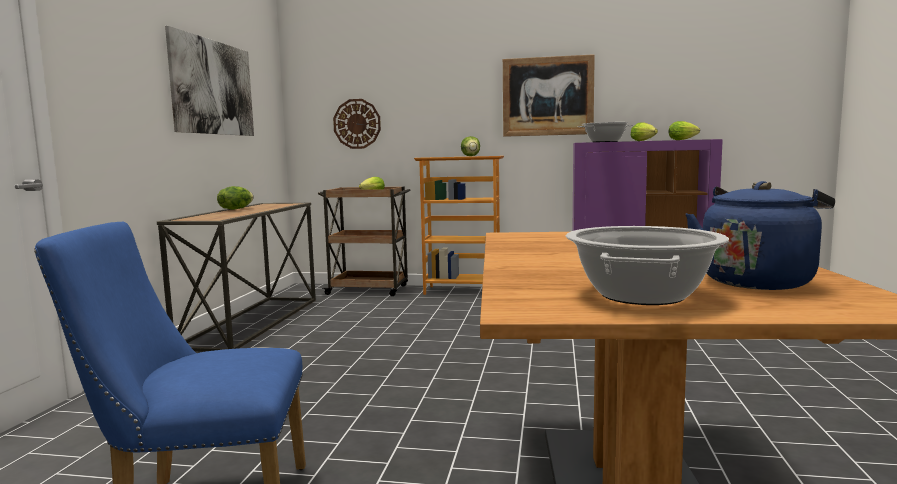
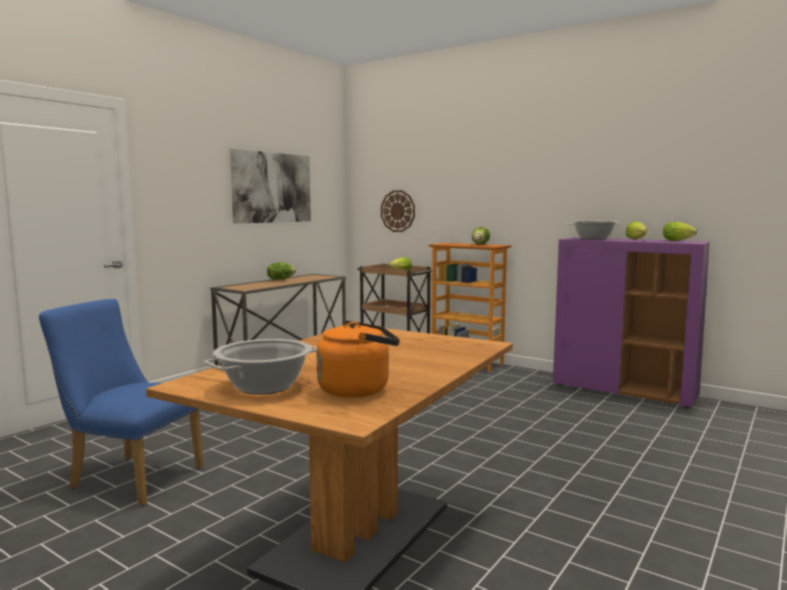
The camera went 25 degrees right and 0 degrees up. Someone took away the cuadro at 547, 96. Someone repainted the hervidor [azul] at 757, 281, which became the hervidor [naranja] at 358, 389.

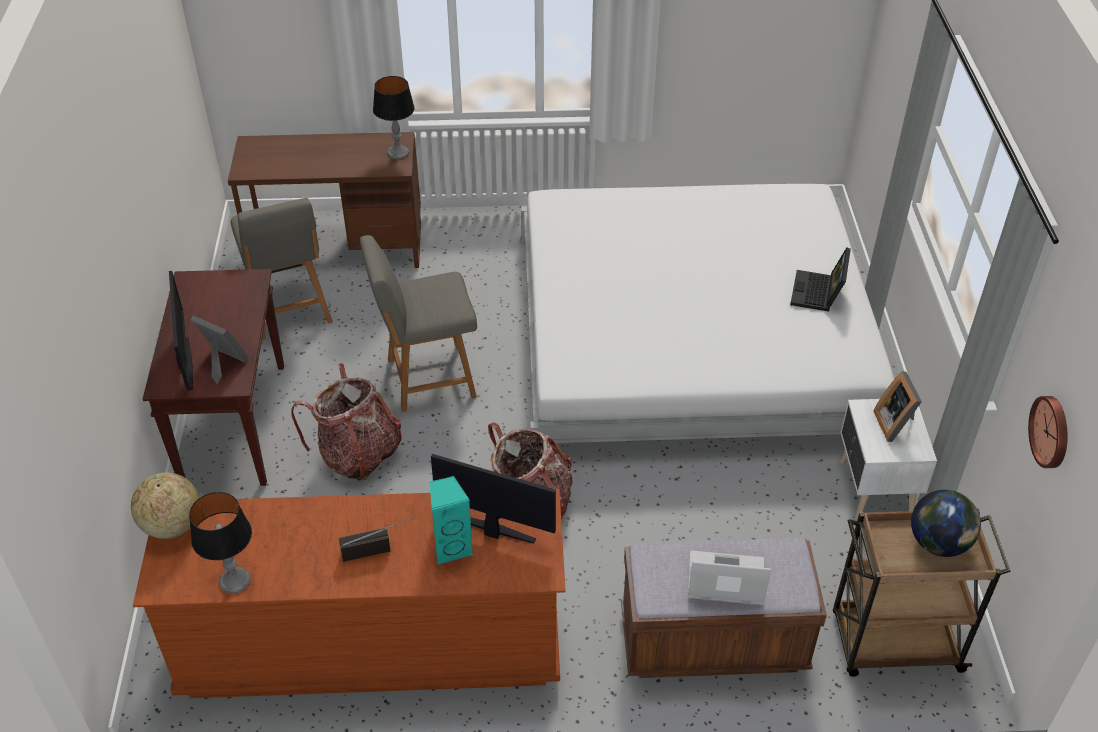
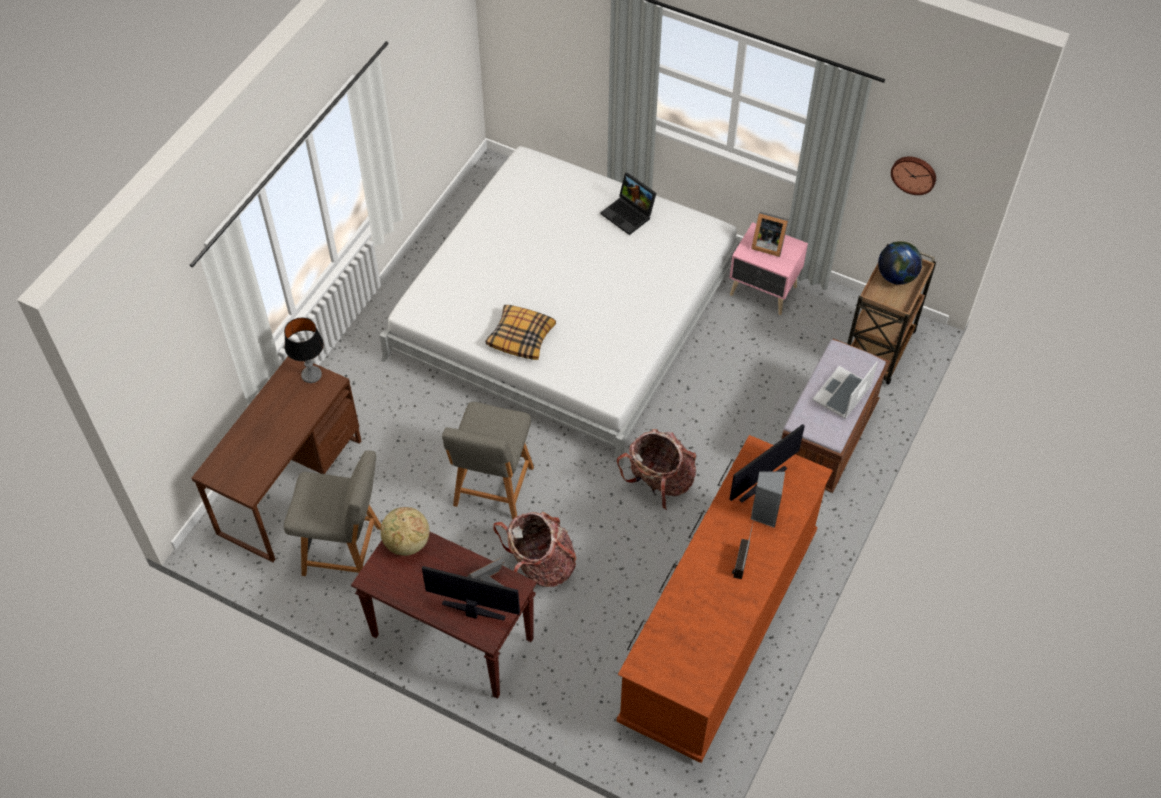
The camera went 60 degrees left and 10 degrees up. Someone carried the globo terráqueo from 172, 525 to 407, 543. Someone took away the lámpara de mesa at 234, 581. Someone repainted the altavoz [turquesa] at 451, 547, which became the altavoz [gris] at 764, 514. Someone repainted the mesita de noche [blanco] at 874, 490, which became the mesita de noche [rosa] at 763, 292. Someone put down the cojín at 521, 337.

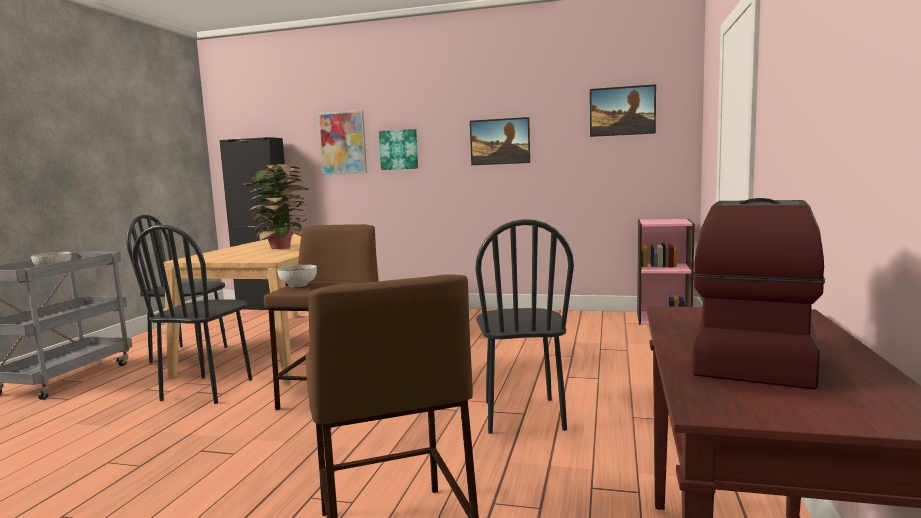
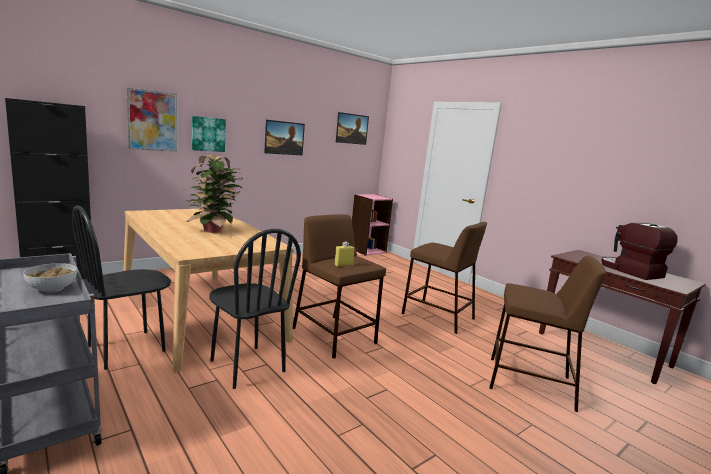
The camera went 55 degrees left and 5 degrees up. Someone swapped the cuenco at 298, 285 for the botella [amarillo] at 343, 265. Someone swapped the silla [negro] at 522, 415 for the taburete [marrón] at 437, 316.

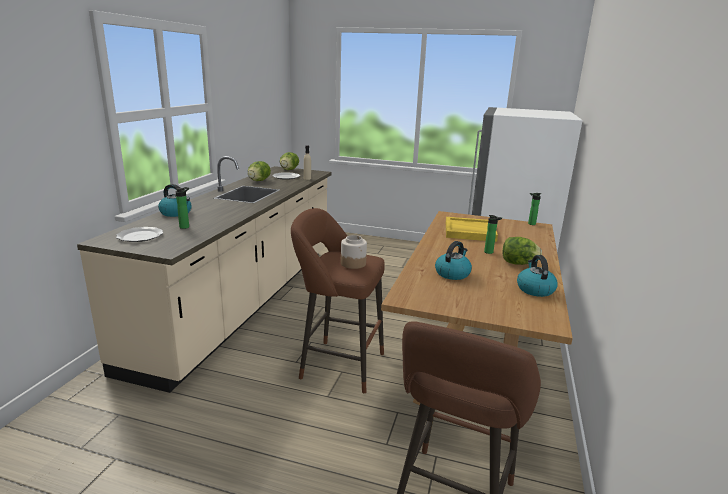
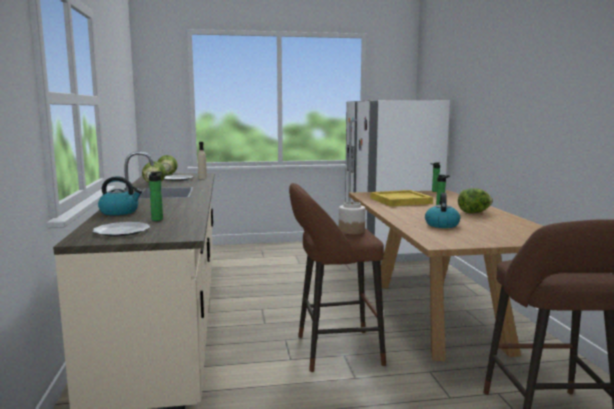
The camera went 25 degrees left and 10 degrees down. Someone took away the hervidor at 535, 289.

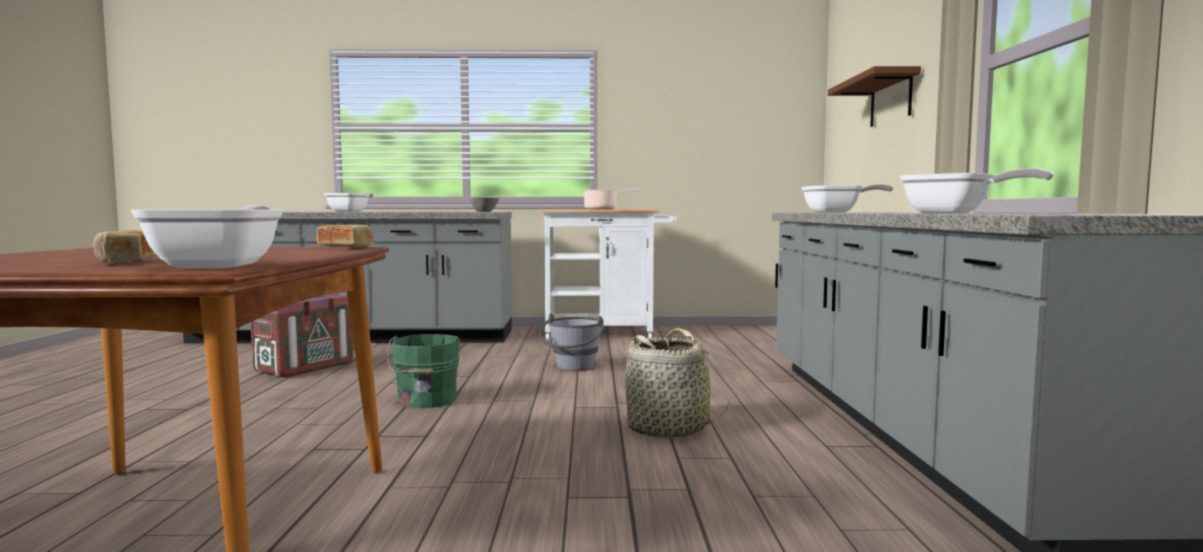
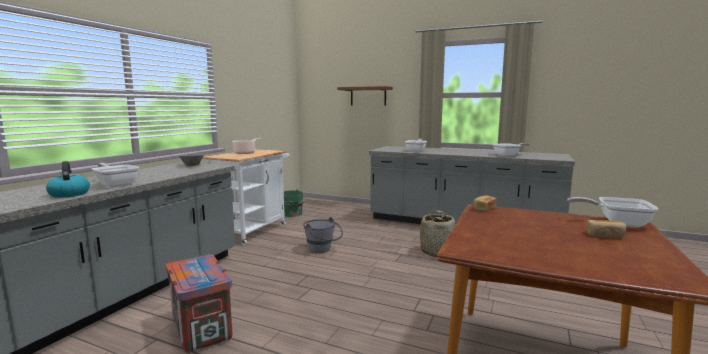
The camera went 65 degrees left and 5 degrees up. Someone carried the cubo [verde] from 426, 400 to 292, 214. Someone put down the hervidor at 69, 194.

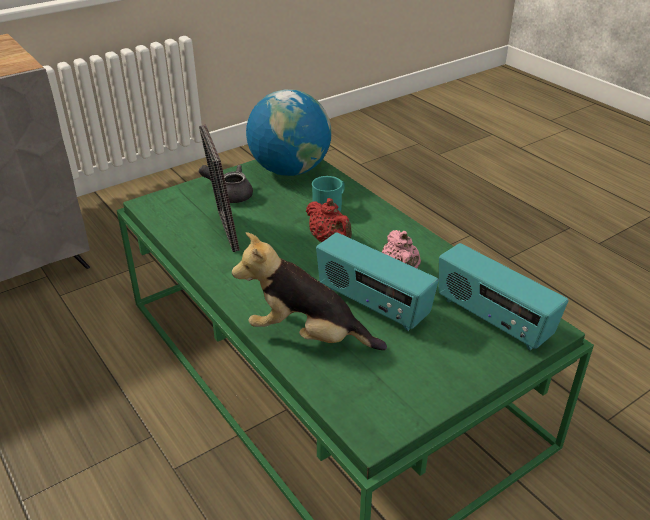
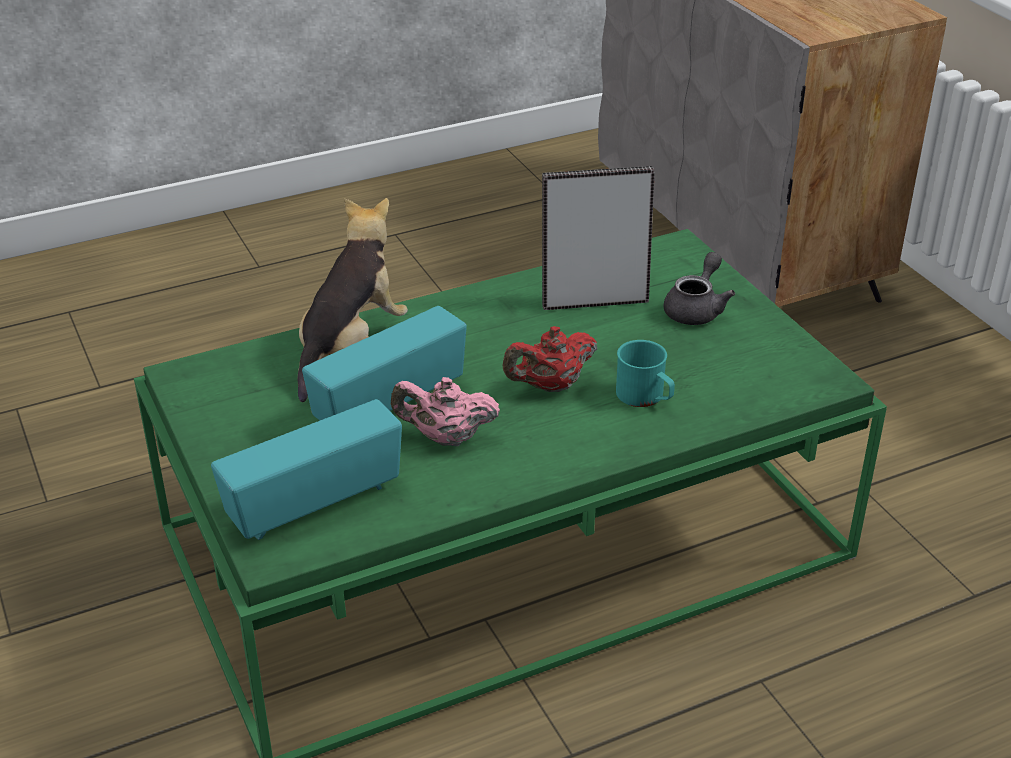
The camera went 100 degrees right and 0 degrees up. Someone took away the globo terráqueo at 290, 170.

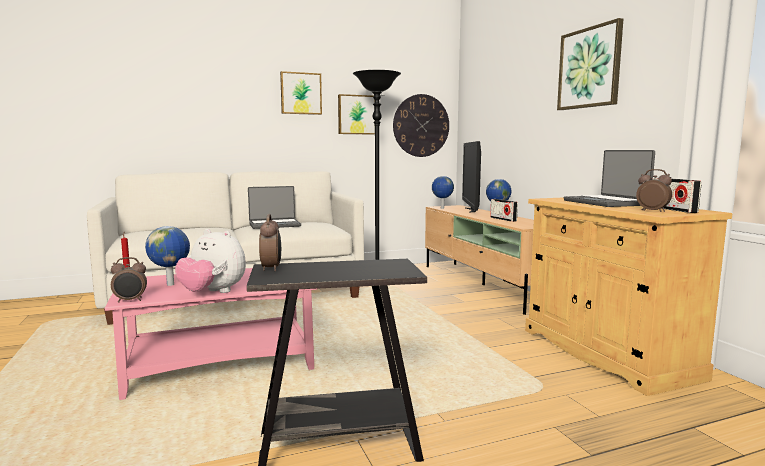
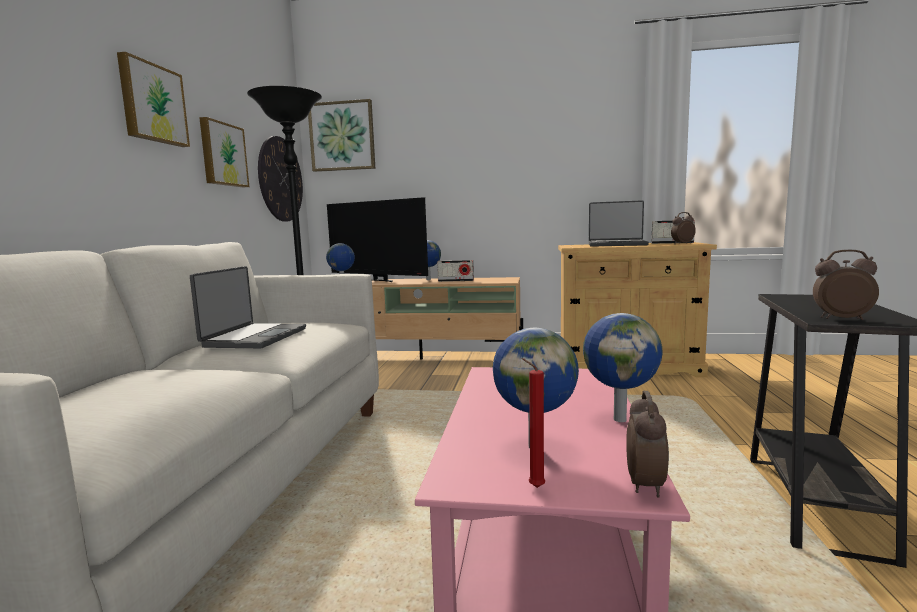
The camera went 60 degrees left and 0 degrees up. Someone swapped the peluche at 213, 293 for the globo terráqueo at 620, 419. Someone carried the cuadro from 589, 68 to 342, 136.

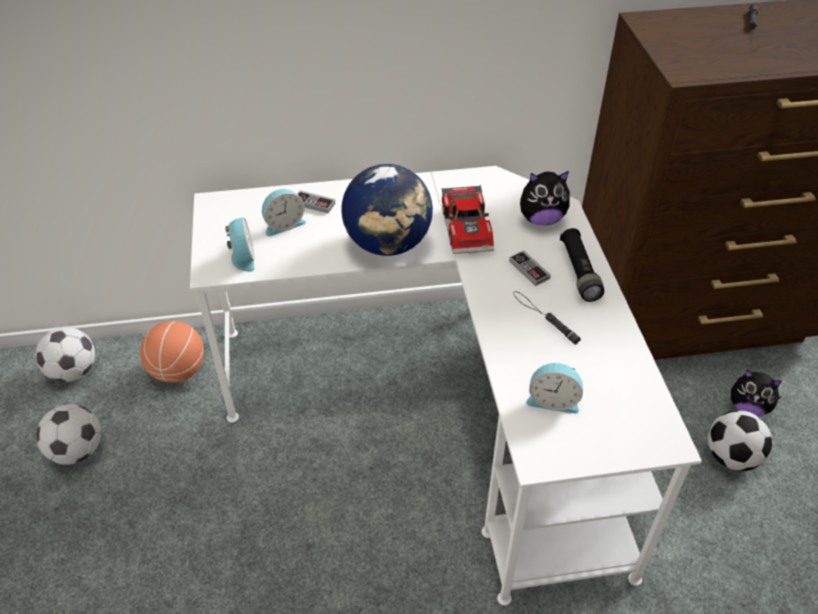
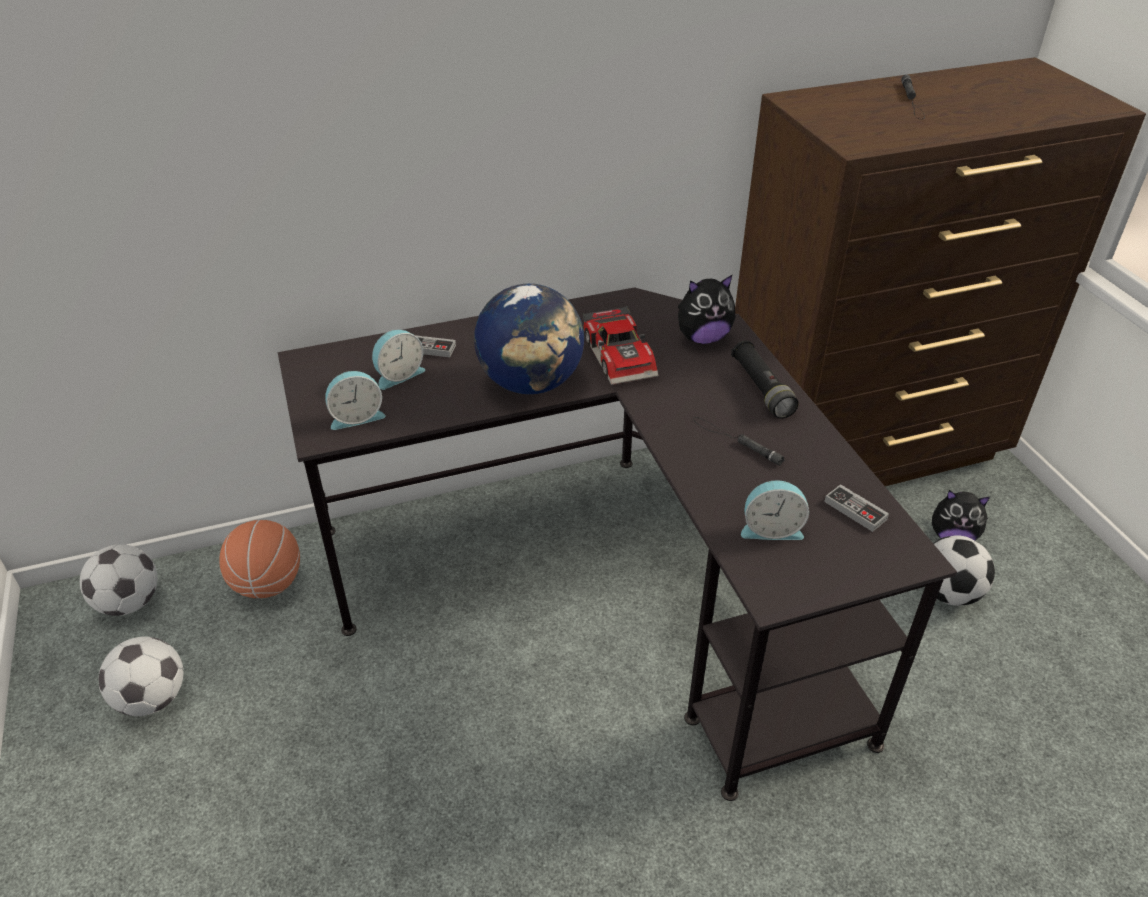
The camera went 10 degrees left and 5 degrees down. Someone repainted the escritorio [blanco] at 441, 404, which became the escritorio [negro] at 603, 580. Someone rotated the despertador at 242, 257 by 90 degrees clockwise. Someone carried the mando de consola from 529, 270 to 855, 510.

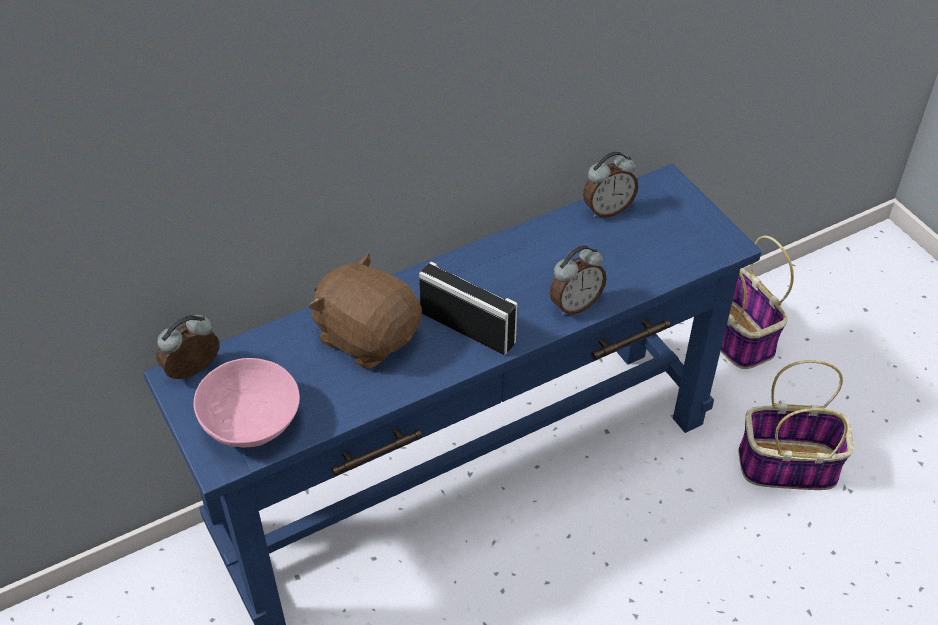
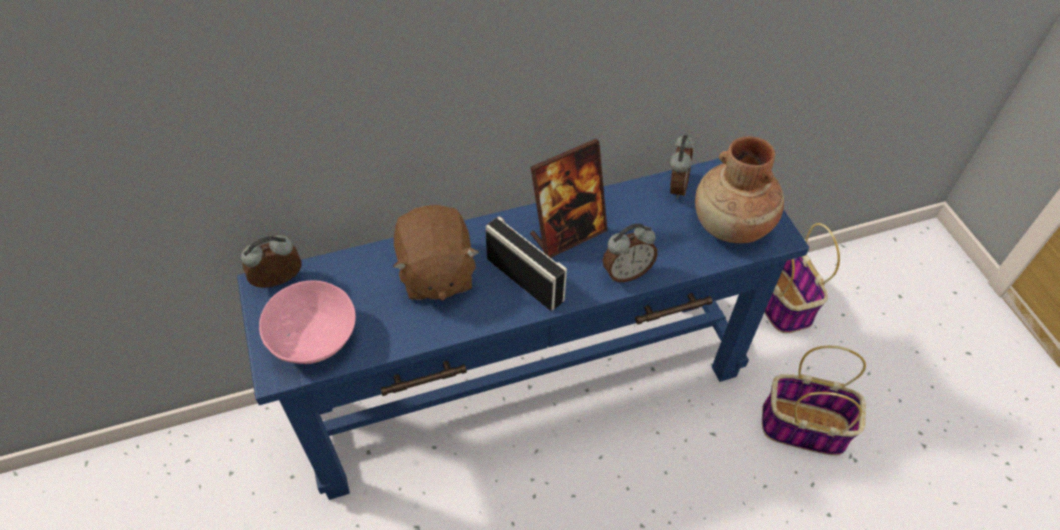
The camera went 10 degrees right and 5 degrees up. Someone rotated the peluche [marrón] at 368, 336 by 150 degrees counterclockwise. Someone rotated the despertador at 607, 209 by 60 degrees counterclockwise. Someone put down the portarretratos at 567, 233. Someone put down the florero [marrón] at 731, 225.

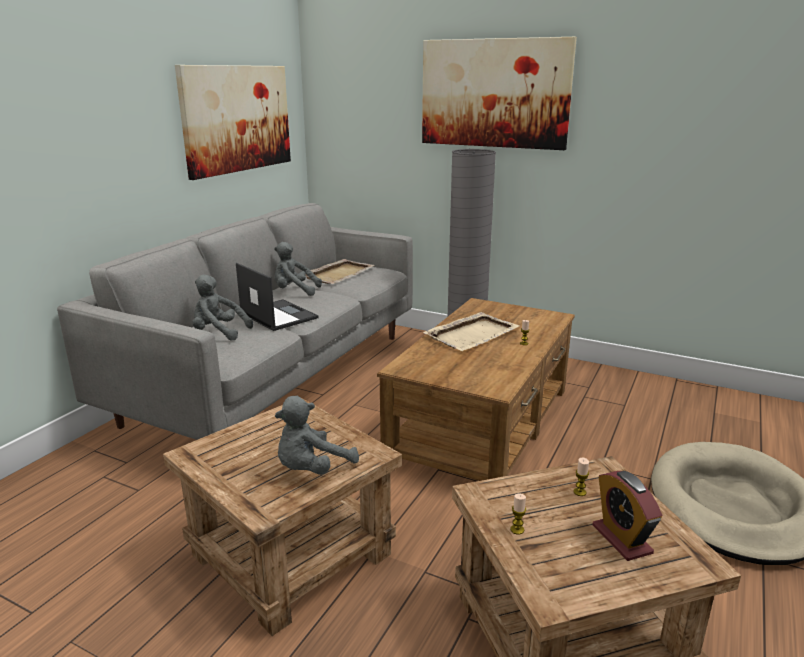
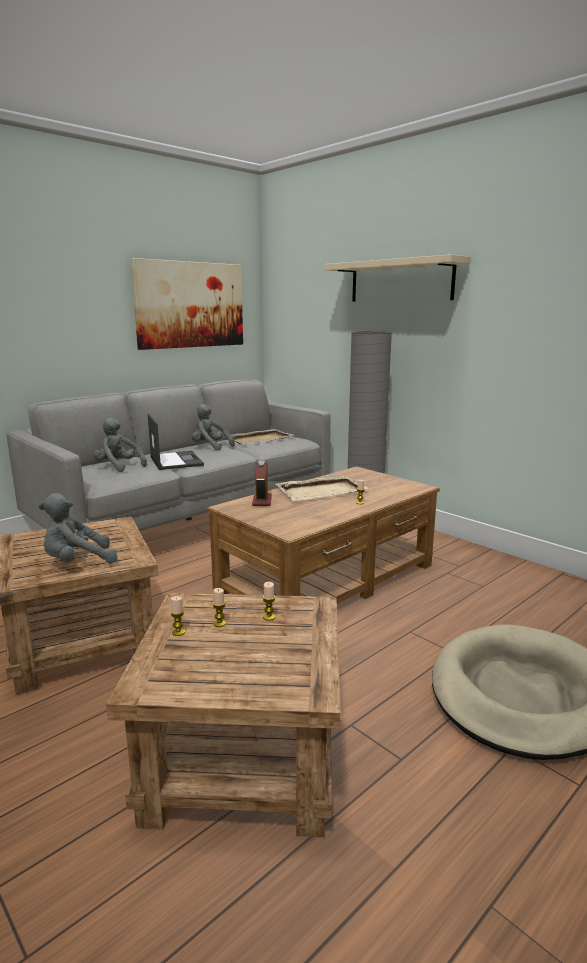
The camera went 20 degrees right and 5 degrees down. Someone swapped the cuadro at 494, 93 for the estante [beis] at 400, 281. Someone carried the despertador from 621, 539 to 262, 500. Someone put down the vela at 219, 623.

